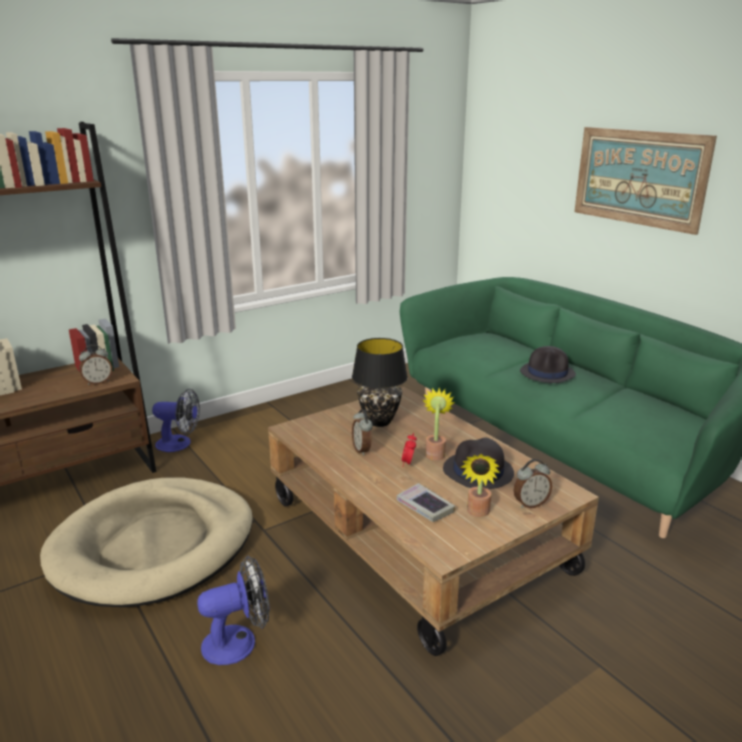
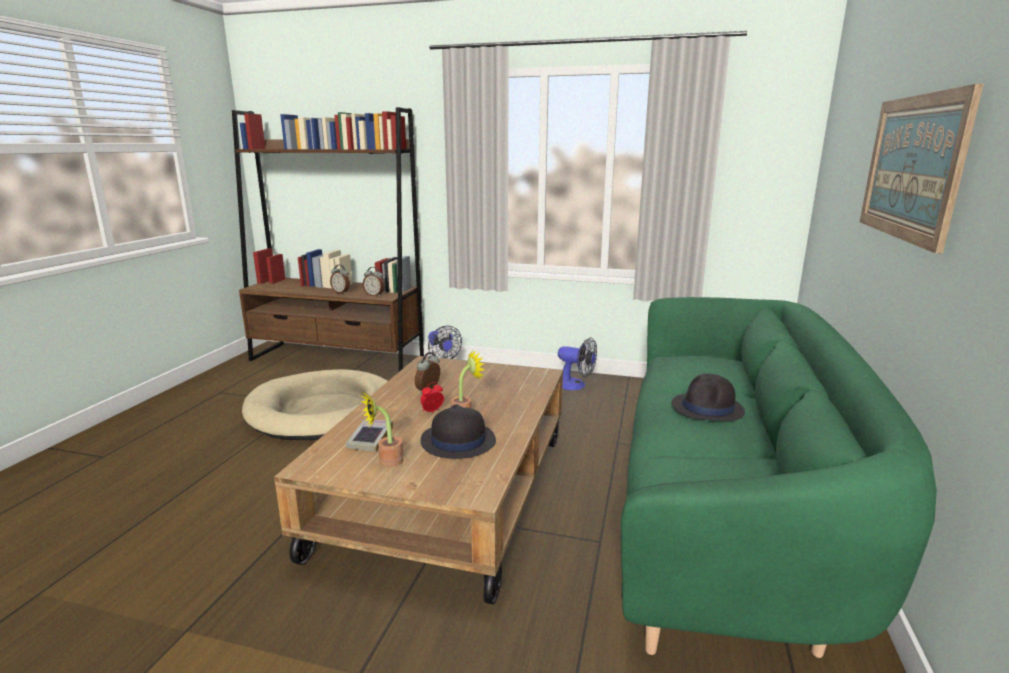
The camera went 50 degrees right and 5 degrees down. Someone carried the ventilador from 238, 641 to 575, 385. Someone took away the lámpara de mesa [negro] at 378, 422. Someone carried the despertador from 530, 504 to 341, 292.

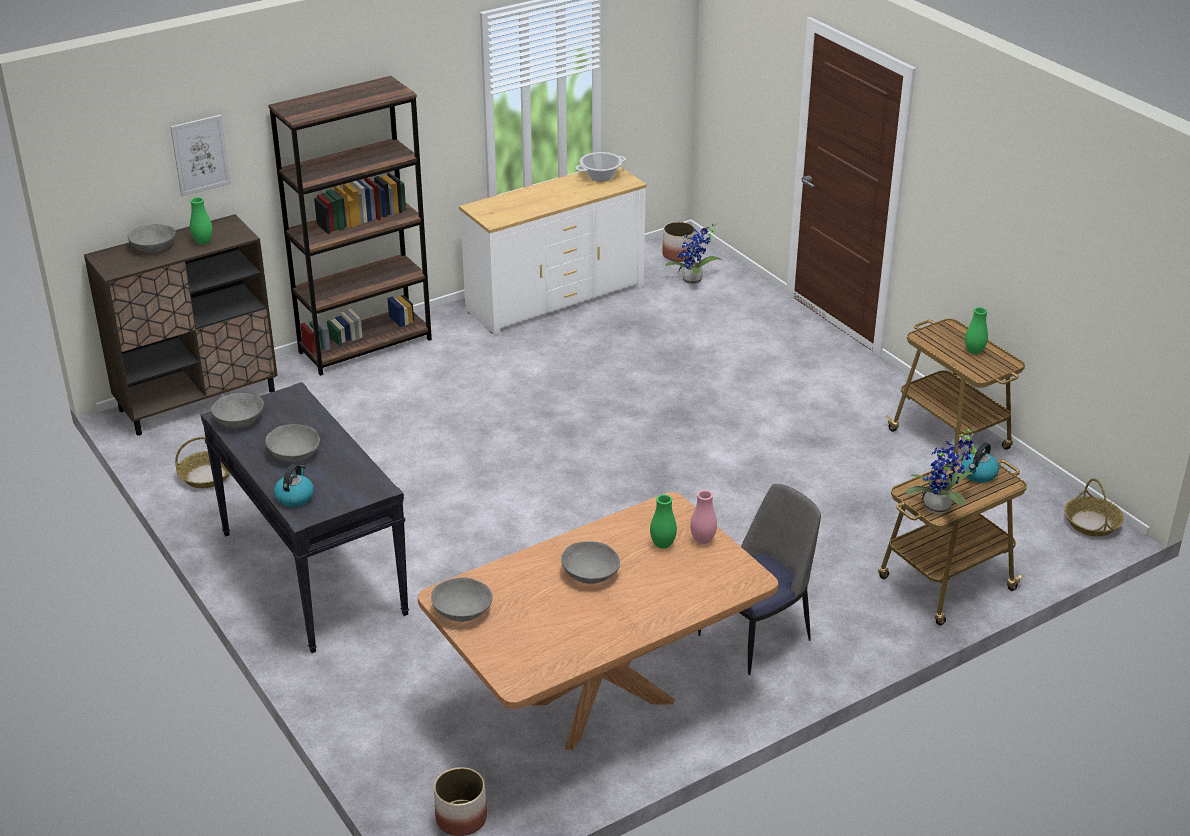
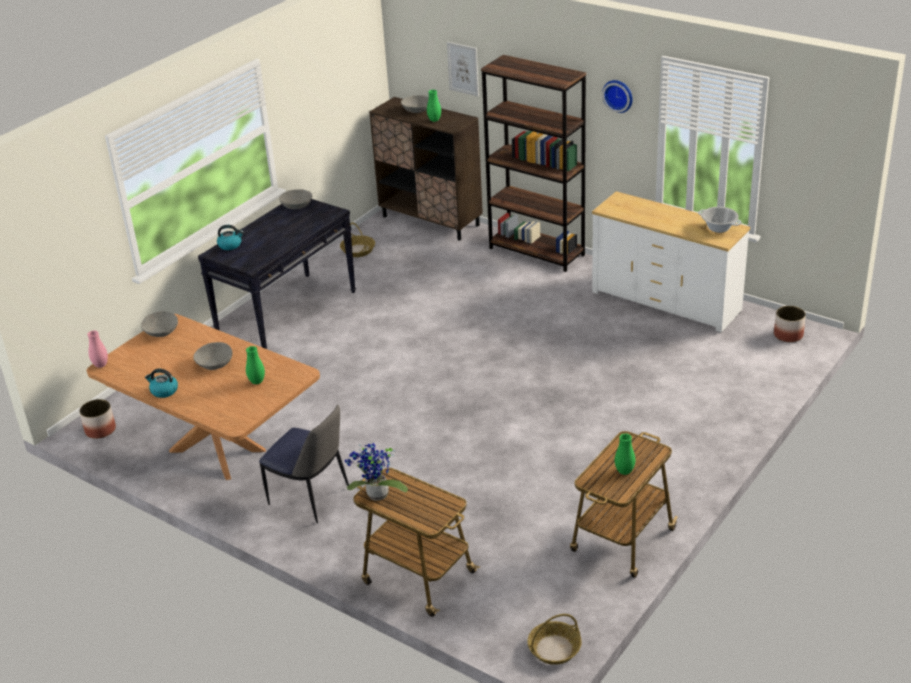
The camera went 70 degrees right and 0 degrees up. Someone took away the cuenco [gris] at 294, 453. Someone took away the planta en maceta at 693, 281. Someone carried the florero [rosa] from 703, 540 to 101, 365. Someone carried the hervidor from 978, 474 to 164, 391. Someone put up the reloj de pared at 618, 95.

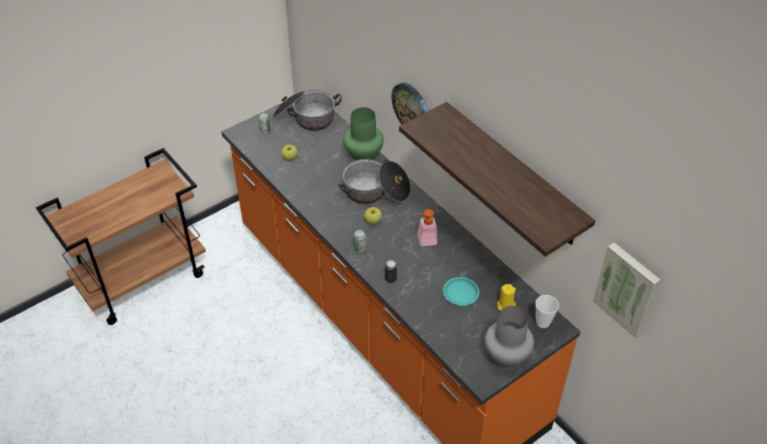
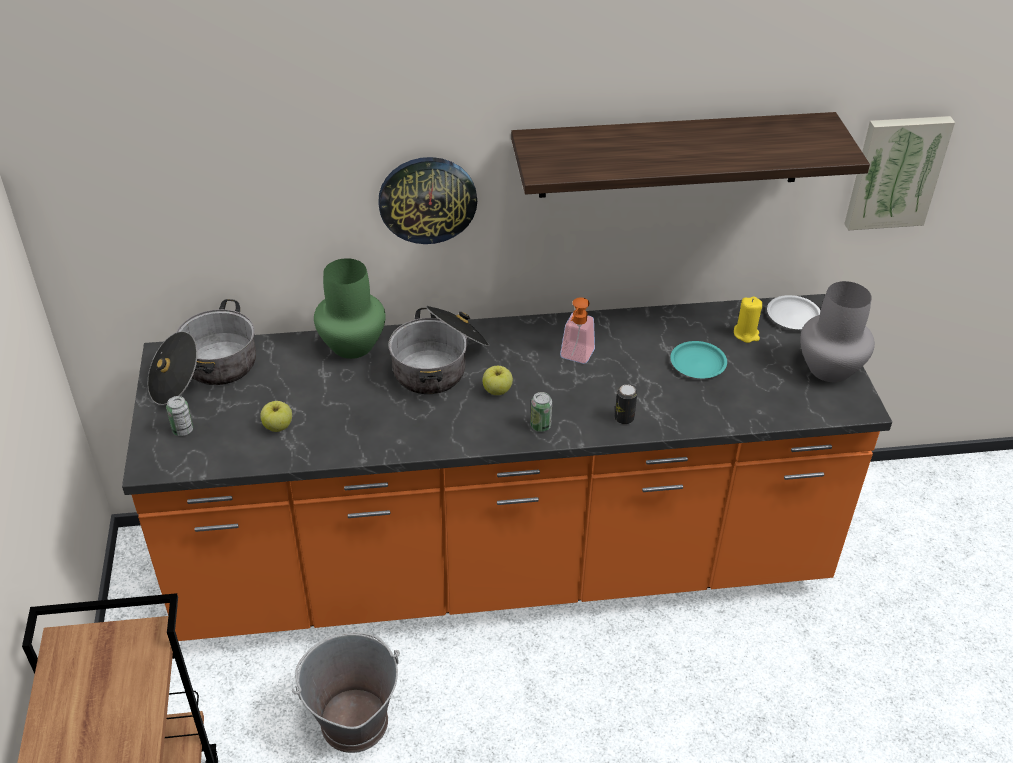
The camera went 60 degrees left and 5 degrees down. Someone swapped the taza at 543, 322 for the plato [blanco] at 793, 316. Someone put down the cubo [gris] at 353, 722.

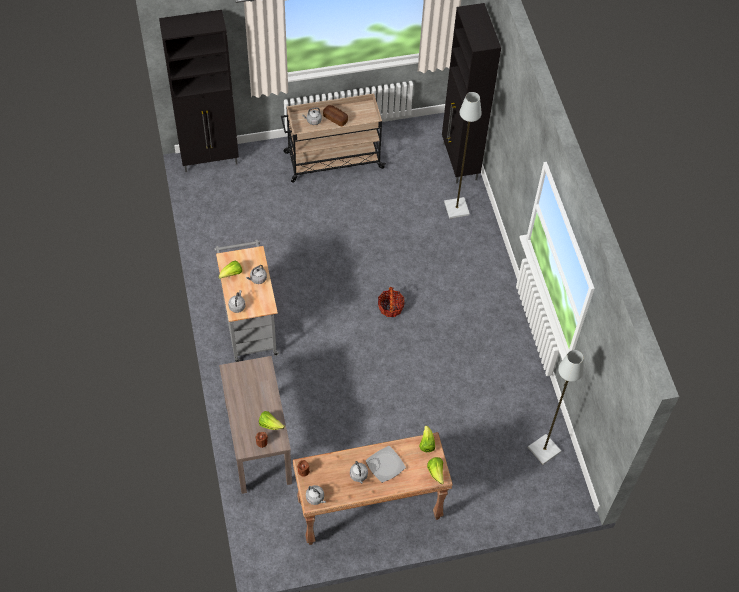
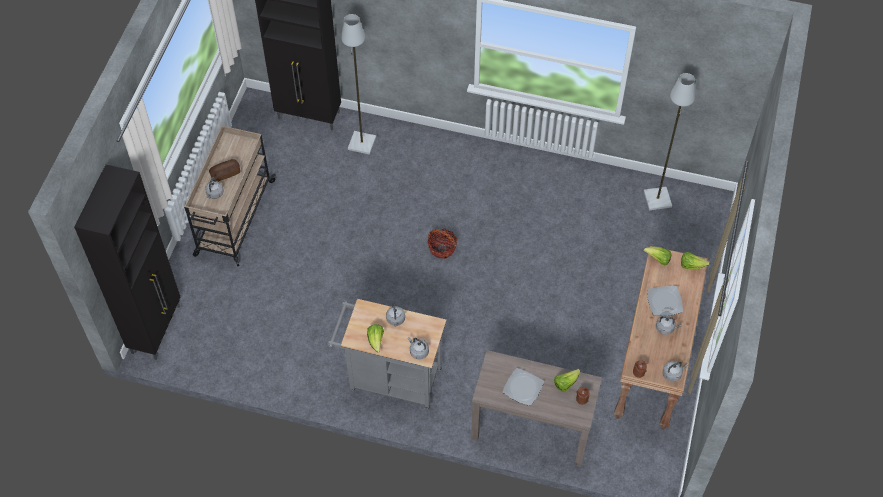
The camera went 60 degrees left and 0 degrees up. Someone put down the plato at 523, 387.

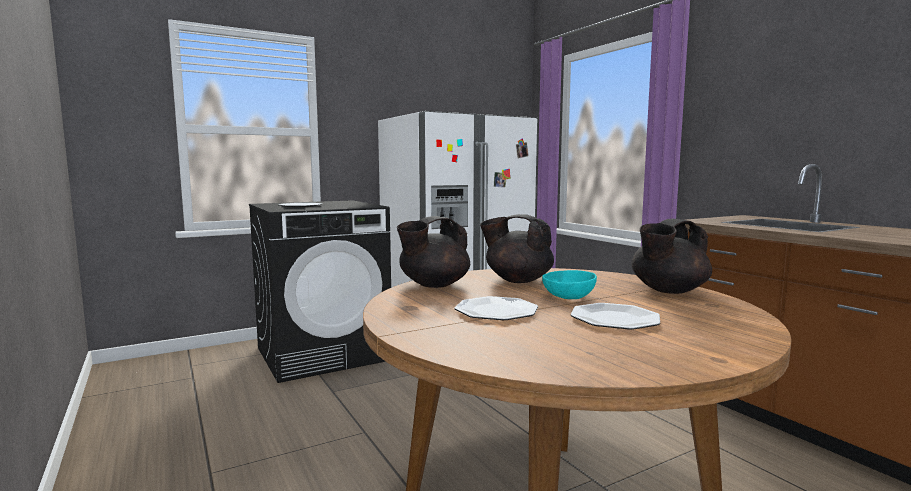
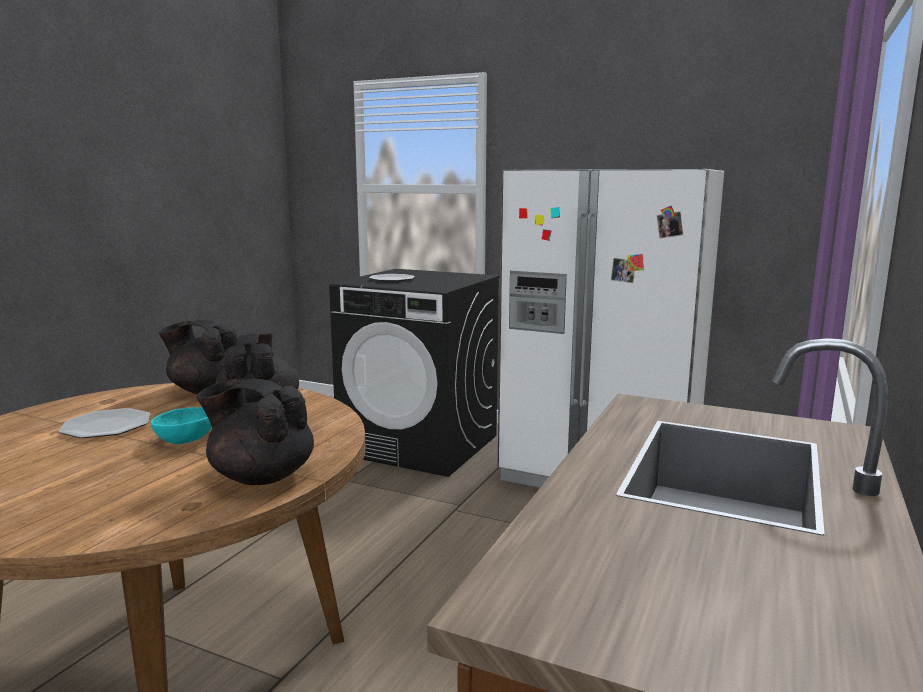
The camera went 55 degrees right and 5 degrees up. Someone took away the plato at 614, 319.

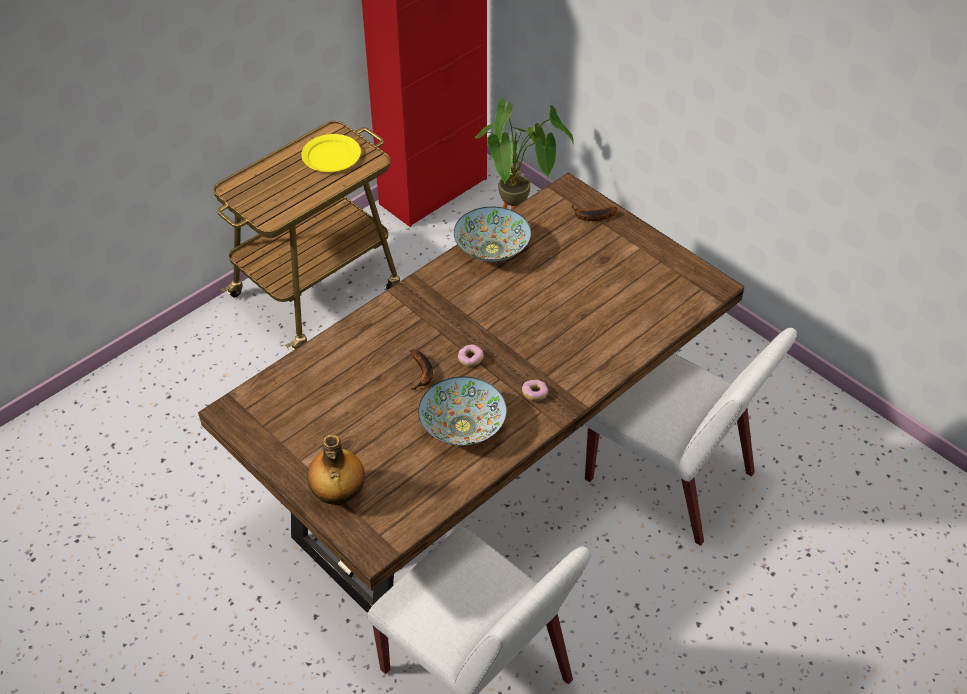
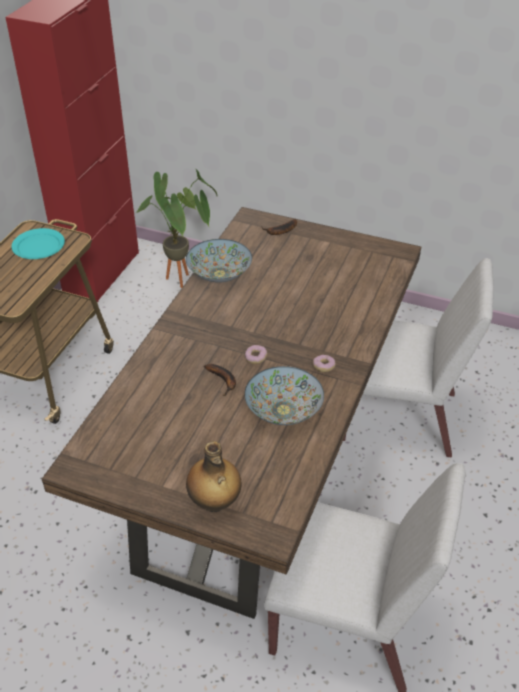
The camera went 25 degrees left and 5 degrees down. Someone repainted the plato [amarillo] at 331, 156, which became the plato [turquesa] at 39, 246.

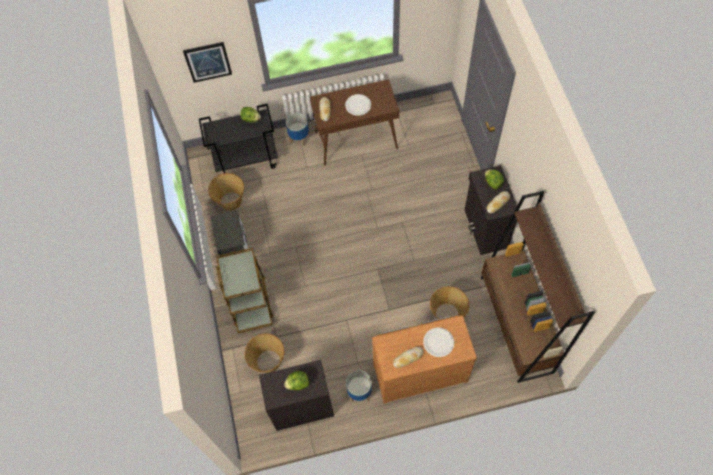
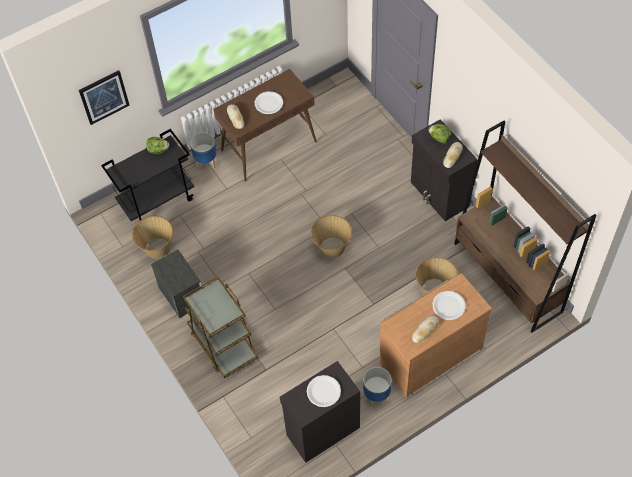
The camera went 20 degrees left and 5 degrees down. Someone carried the cesta from 268, 361 to 331, 247. Someone swapped the lechuga at 297, 383 for the plato [blanco] at 323, 391.

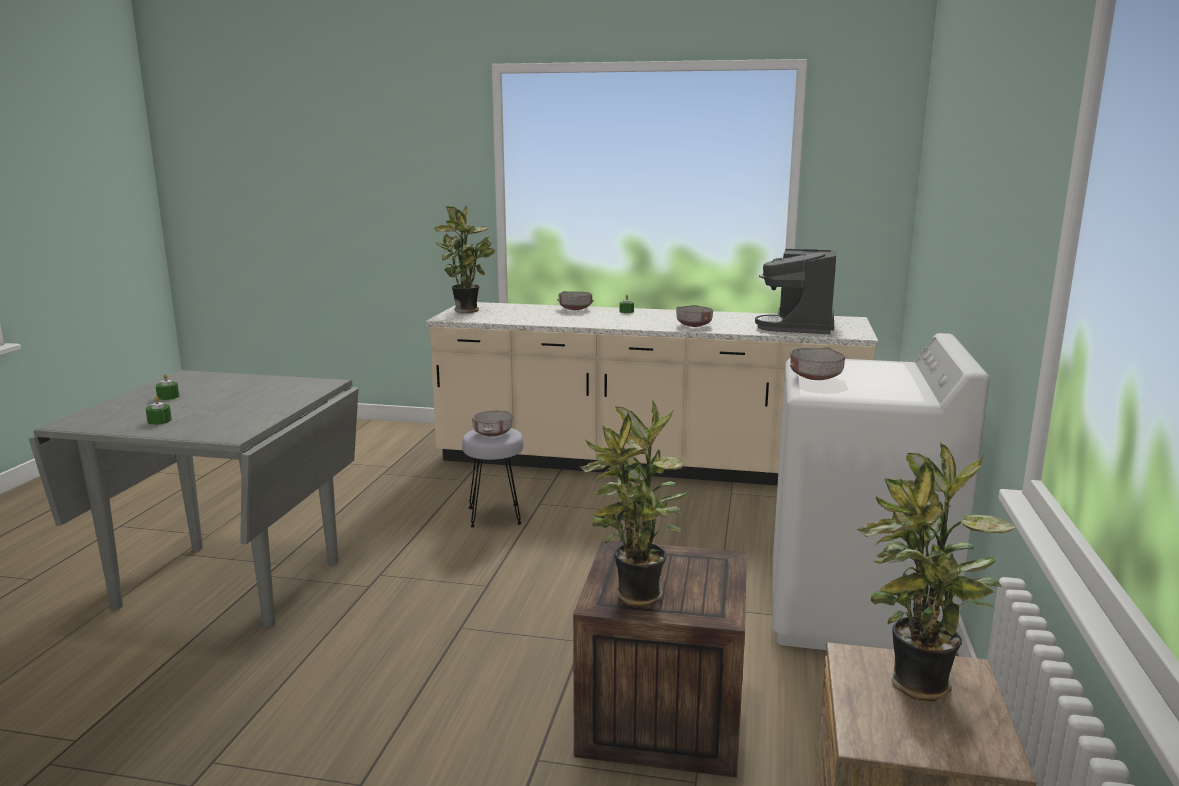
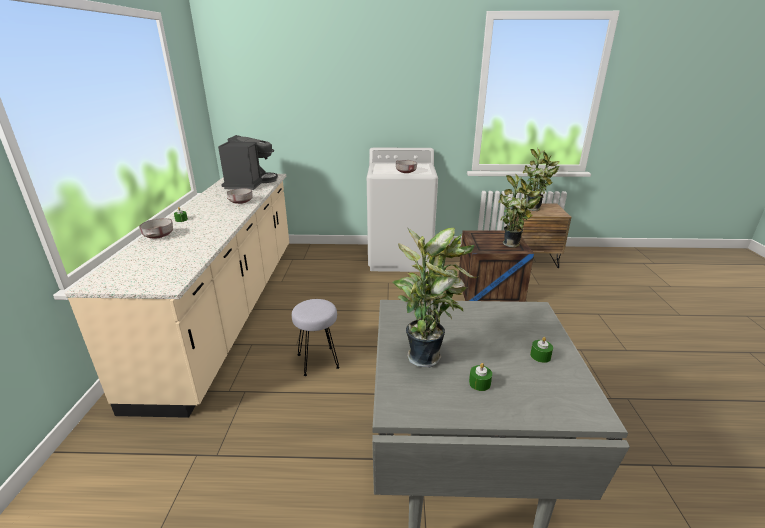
The camera went 100 degrees left and 10 degrees up. Someone carried the planta en maceta from 468, 311 to 426, 355. Someone took away the cuenco [gris] at 493, 434. Someone rotated the cafetera at 800, 326 by 90 degrees counterclockwise.

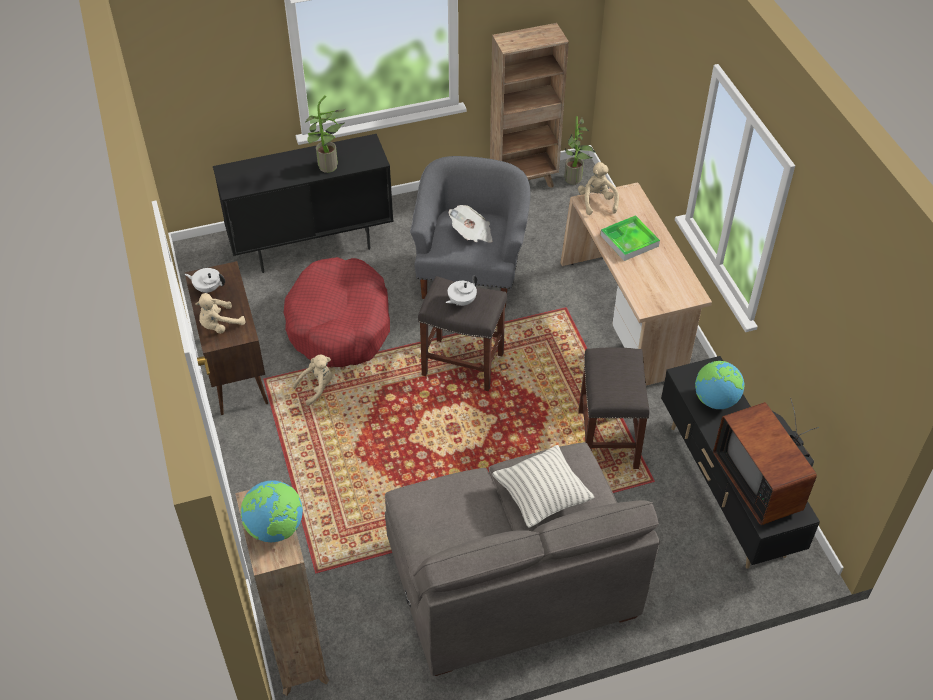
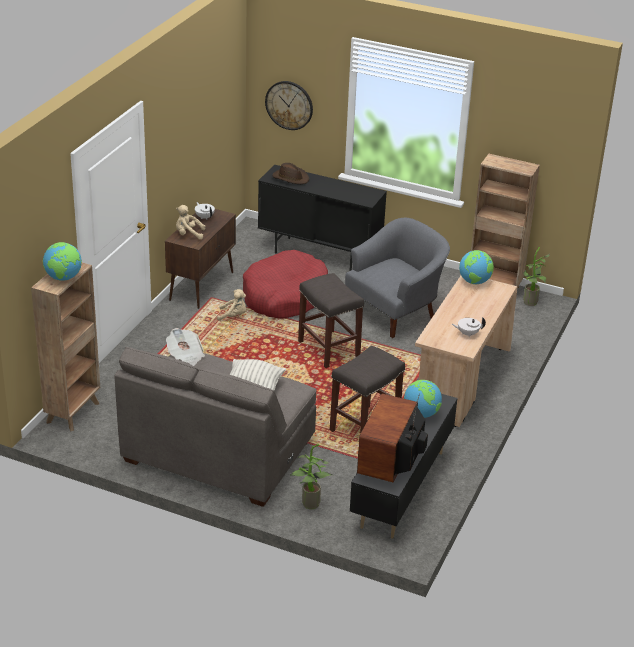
The camera went 40 degrees right and 15 degrees down. Someone carried the planta en maceta from 328, 168 to 309, 505. Someone carried the tetera [blanco] from 461, 301 to 467, 334. Someone carried the periódico from 471, 234 to 185, 356. Someone swapped the peluche [beis] at 597, 201 for the globo terráqueo at 474, 282. Someone took away the bandeja at 629, 240. Someone put up the reloj de pared at 289, 105. Someone put down the sombrero [marrón] at 290, 178.

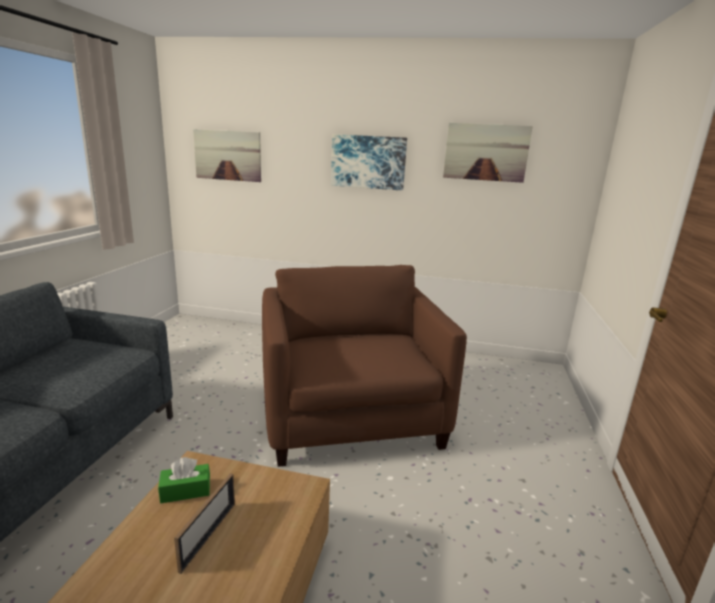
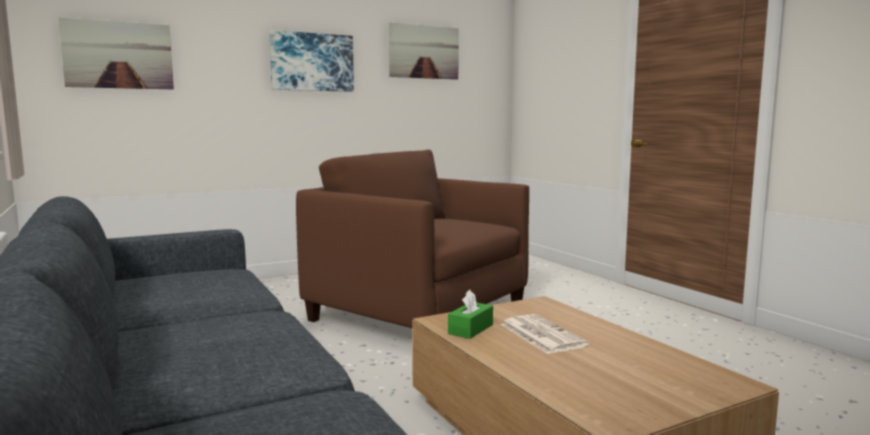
The camera went 40 degrees left and 10 degrees down. Someone swapped the portarretratos at 208, 535 for the periódico at 541, 334.

